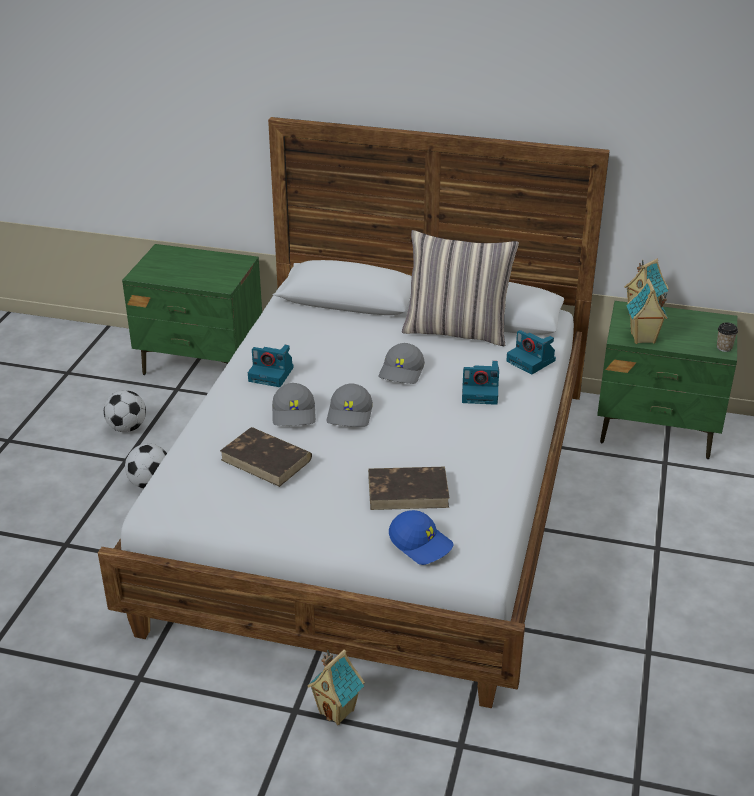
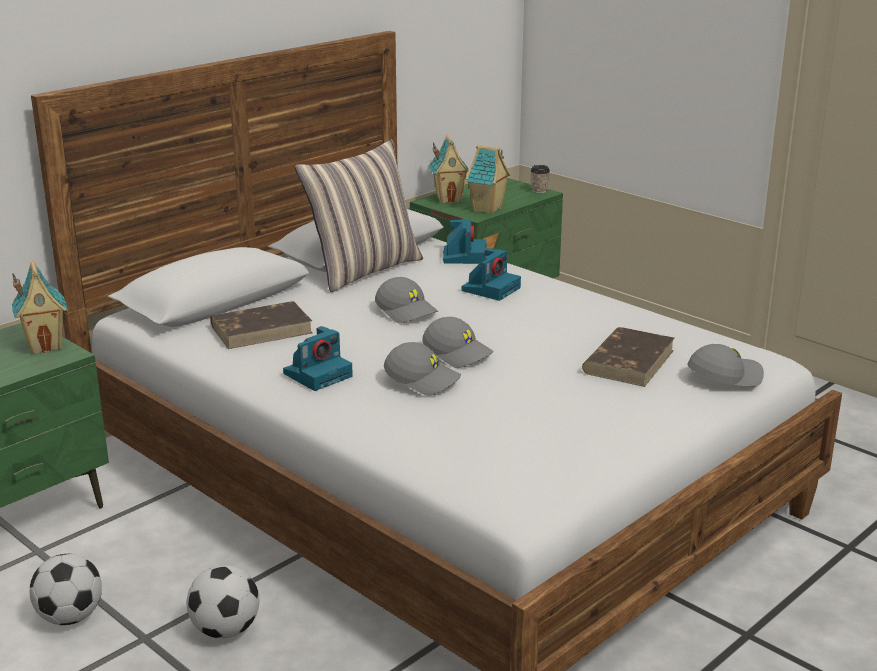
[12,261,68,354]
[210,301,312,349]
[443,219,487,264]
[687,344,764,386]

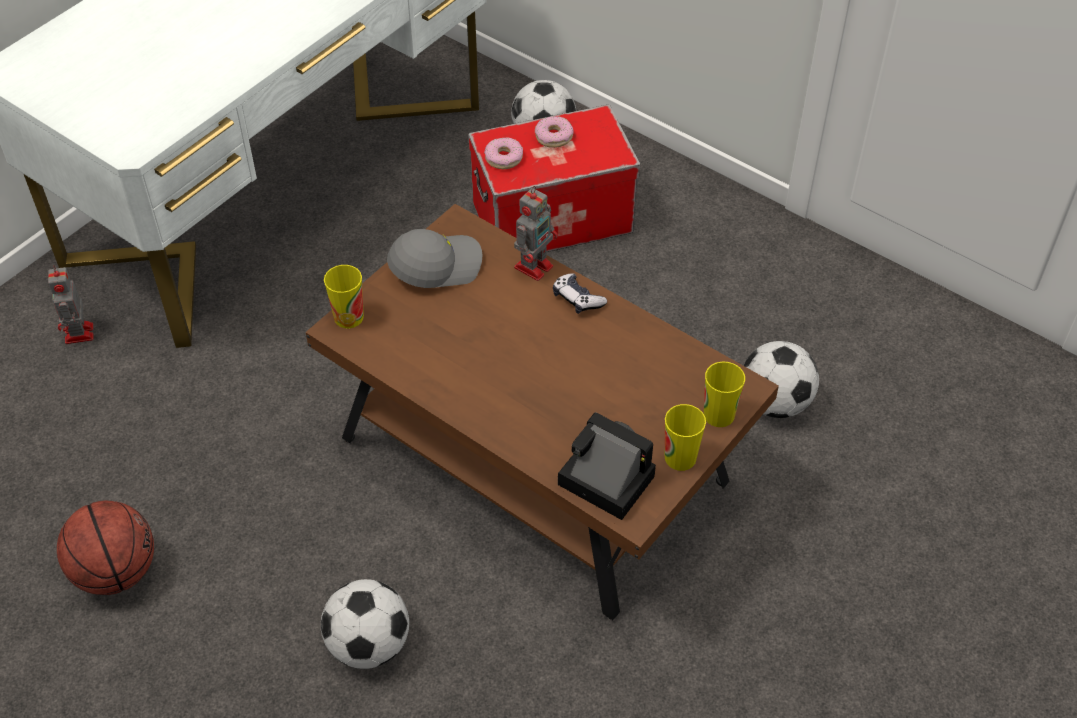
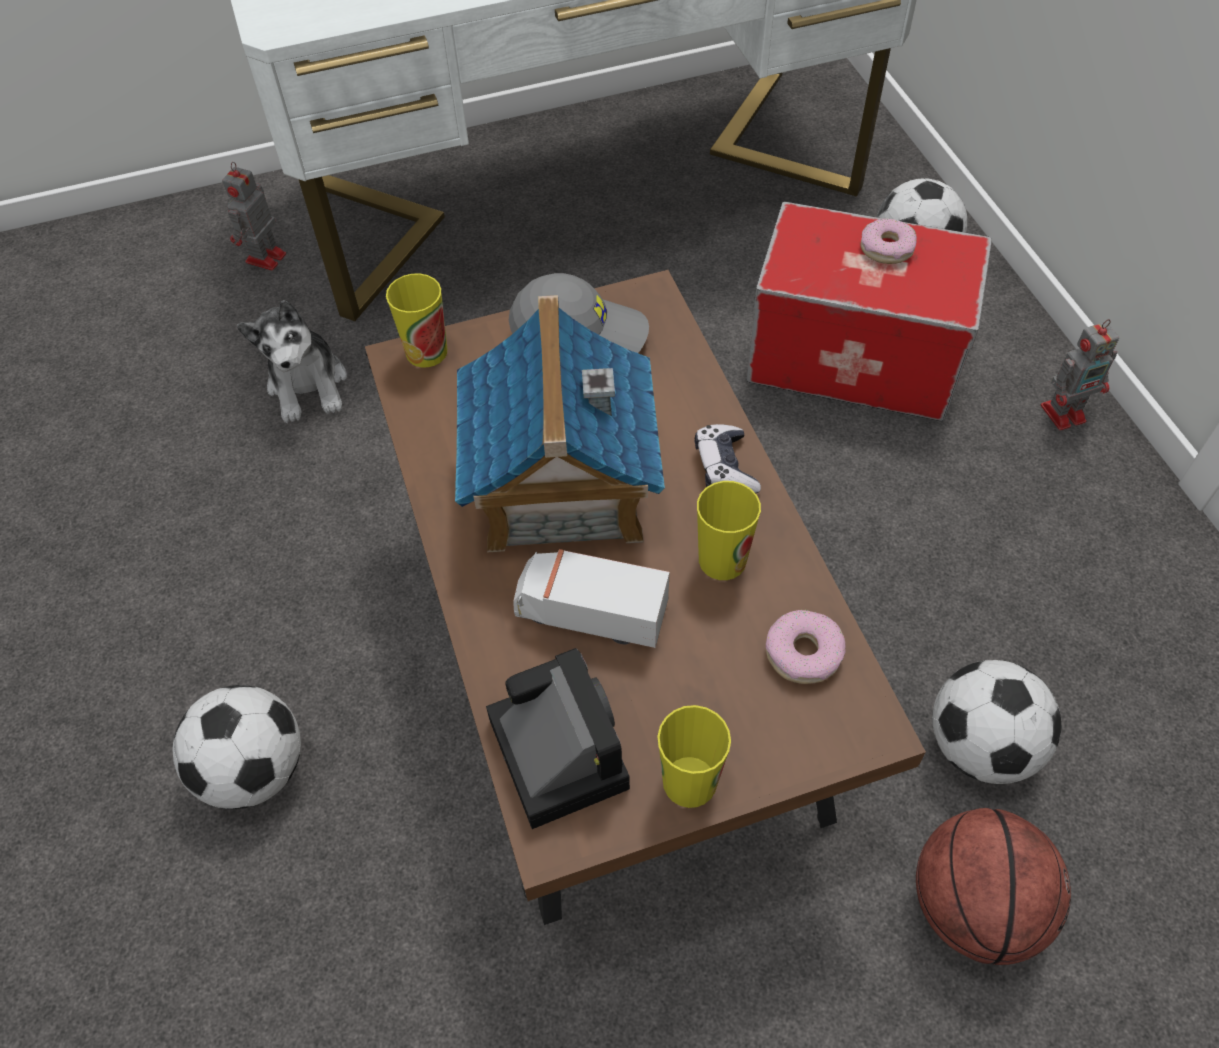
[237,300,347,423]
[455,295,665,552]
[513,549,670,648]
[697,481,761,580]
[766,610,846,684]
[916,808,1071,965]
[1041,319,1119,430]

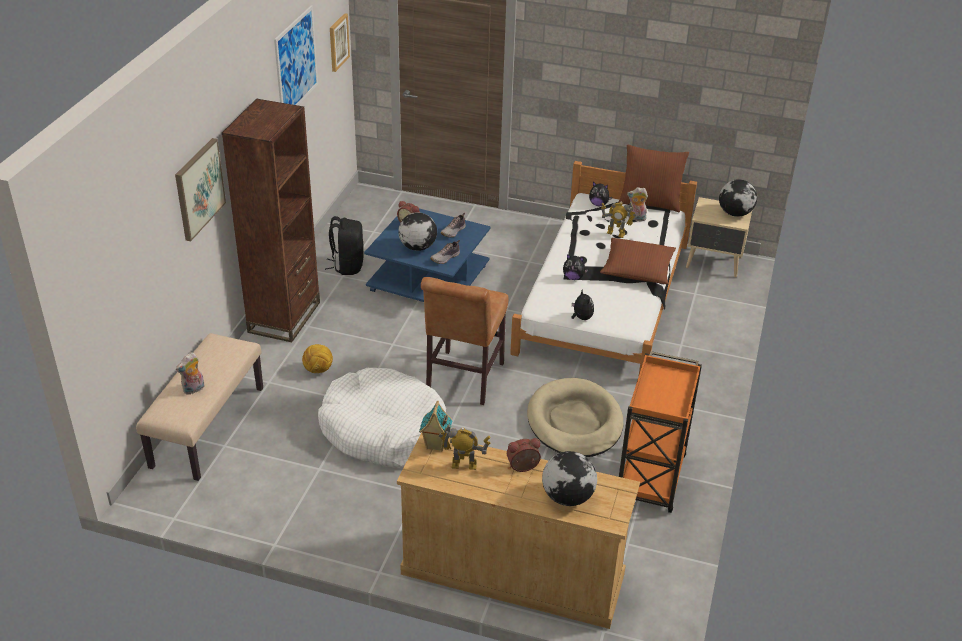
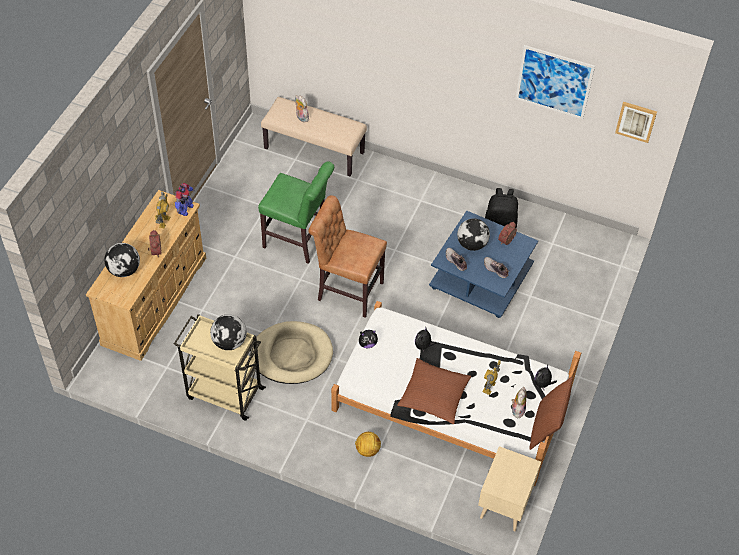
[174,314,266,421]
[175,183,195,216]
[210,314,247,350]
[258,161,334,264]
[355,432,381,457]
[175,138,226,241] (first image)
[222,99,320,342] (first image)

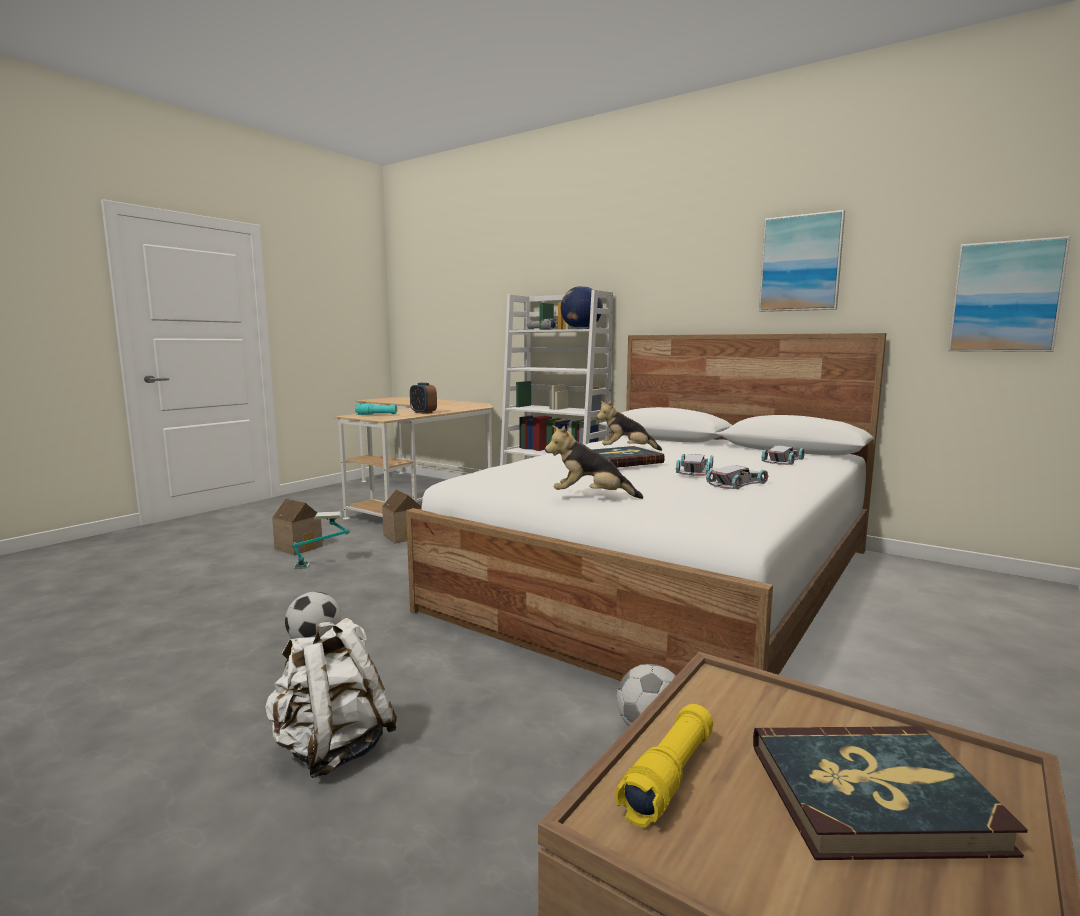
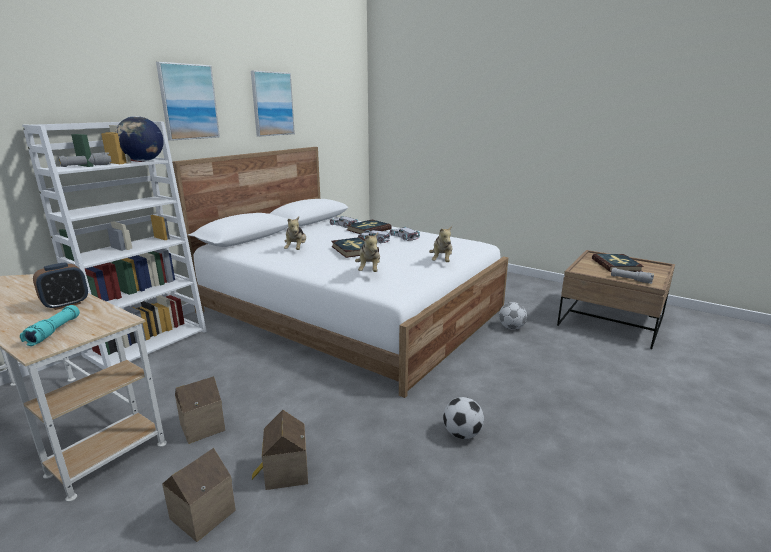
[156,62,220,141]
[252,410,308,490]
[346,220,392,234]
[355,233,380,272]
[611,268,654,284]
[265,618,397,778] (first image)

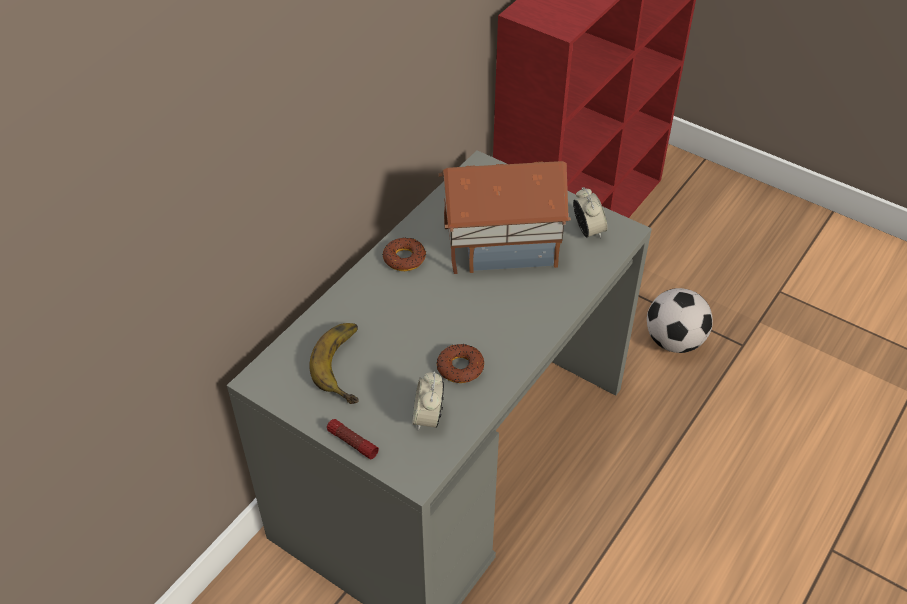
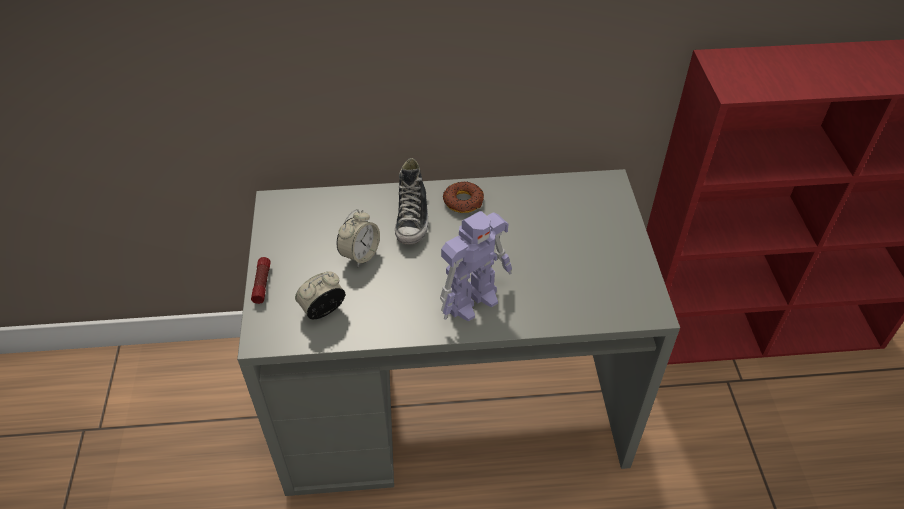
[337,209,380,267]
[395,158,428,245]
[440,211,512,322]
[309,323,359,404] (first image)
[437,344,484,383] (first image)
[439,161,571,274] (first image)
[647,288,713,353] (first image)

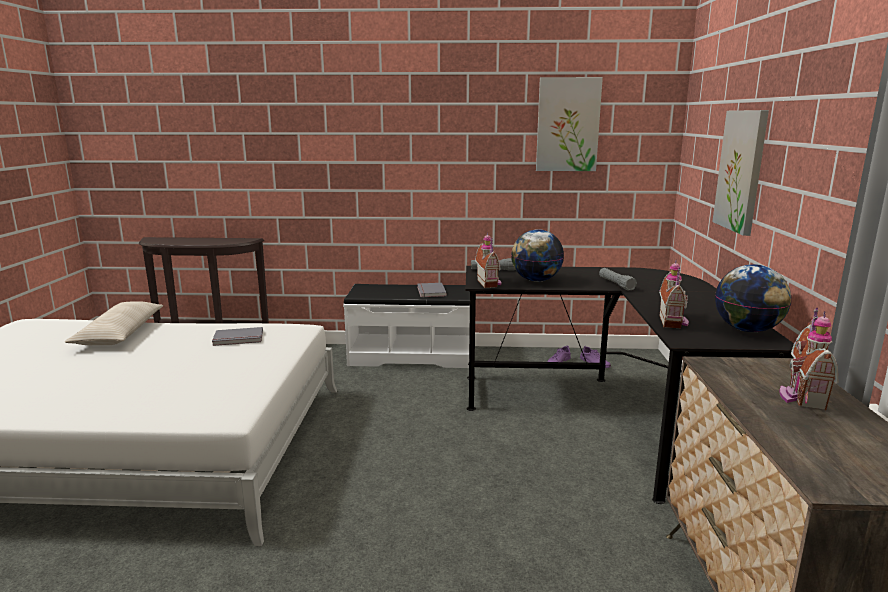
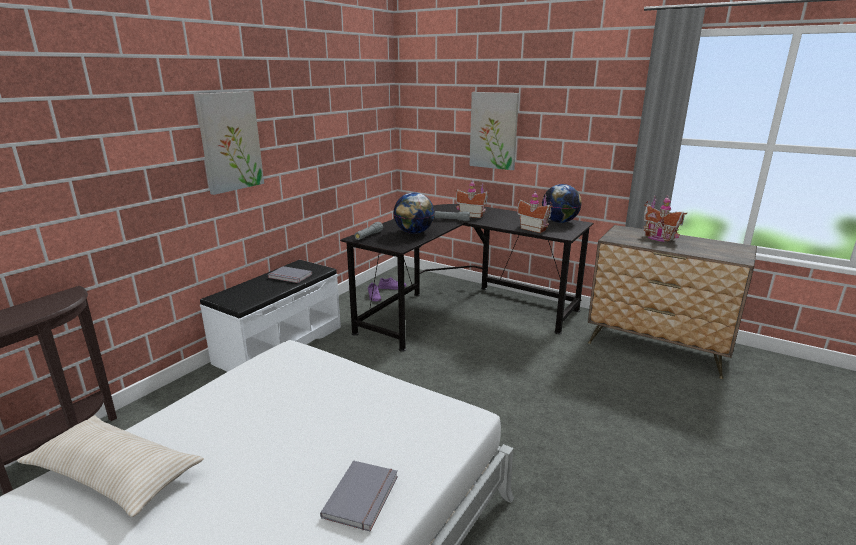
[195,91,264,195]
[320,460,398,531]
[454,180,490,218]

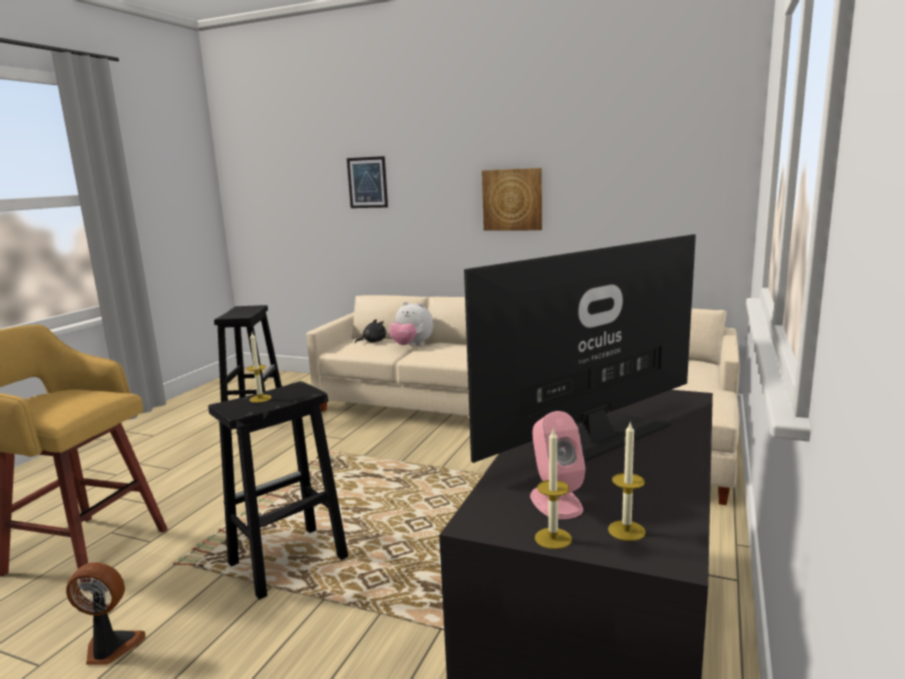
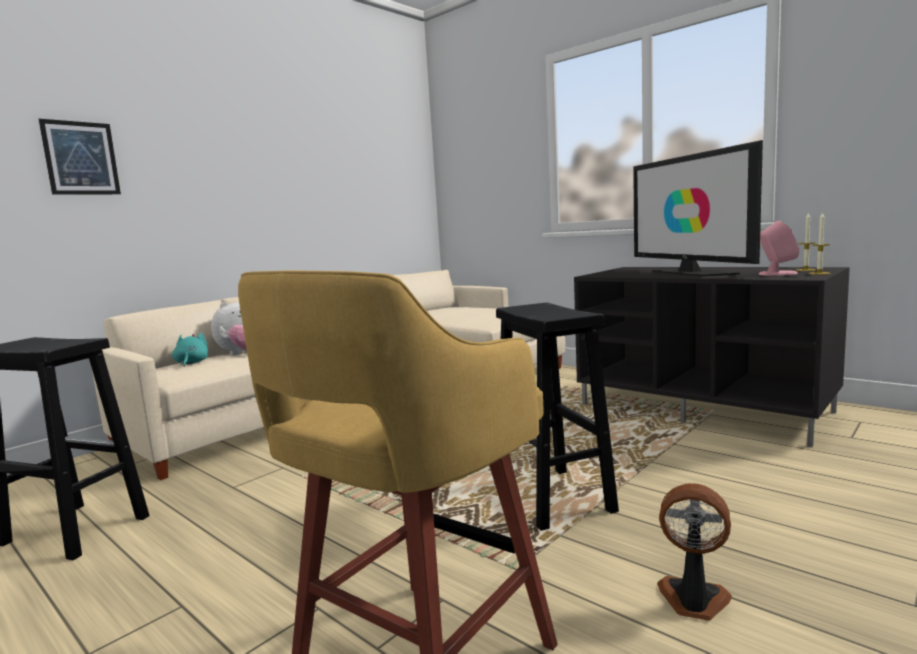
[172,333,208,367]
[657,483,732,621]
[247,333,271,403] (first image)
[482,168,542,231] (first image)

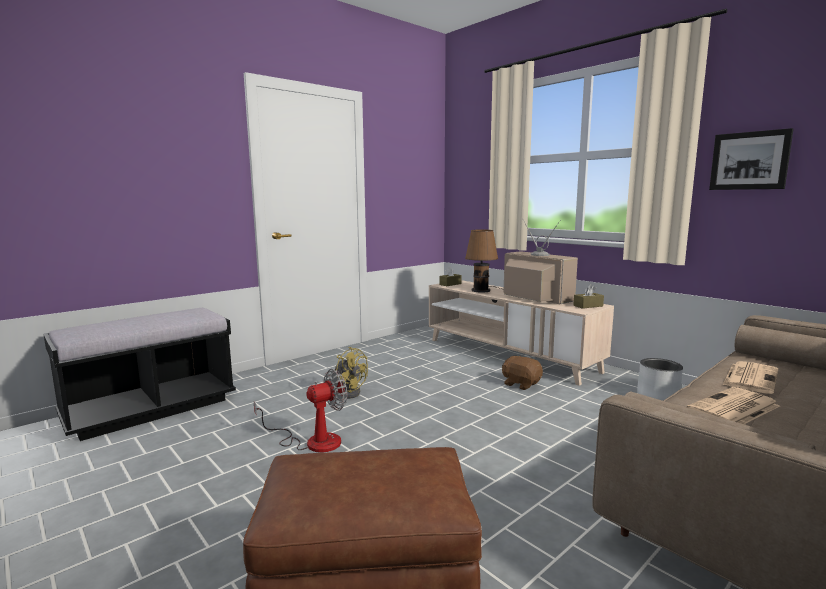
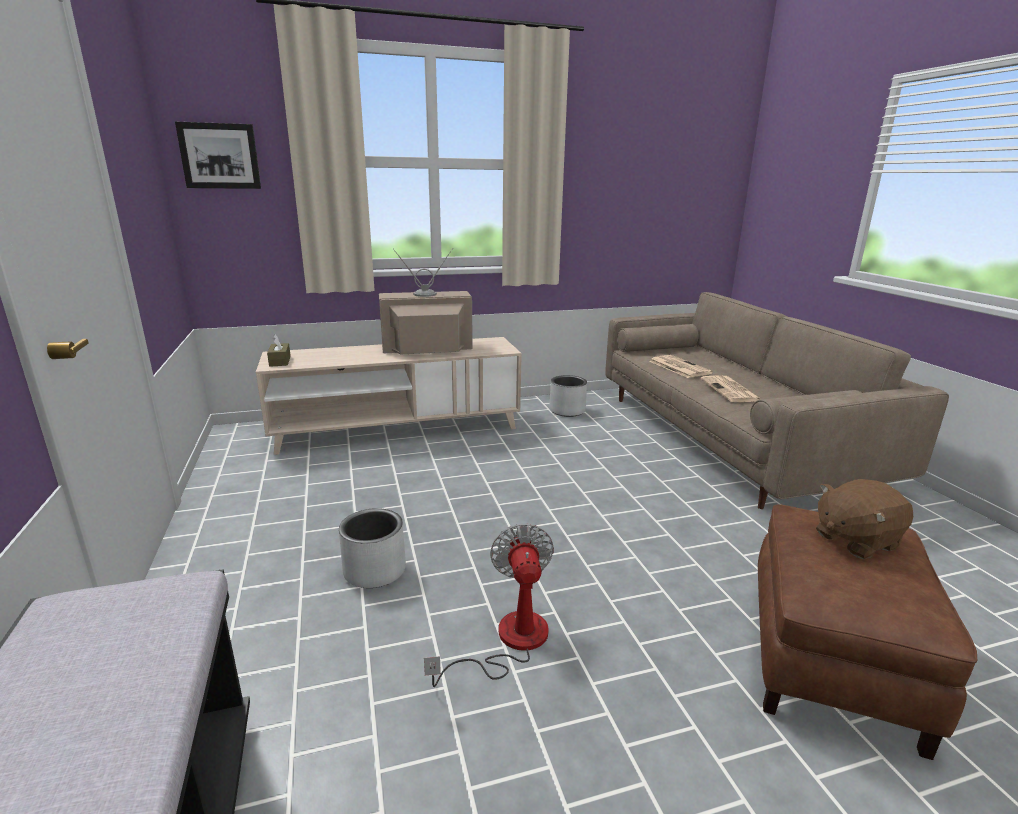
[175,121,261,189]
[339,508,406,588]
[816,479,913,559]
[465,230,502,292] (first image)
[573,284,604,309] (first image)

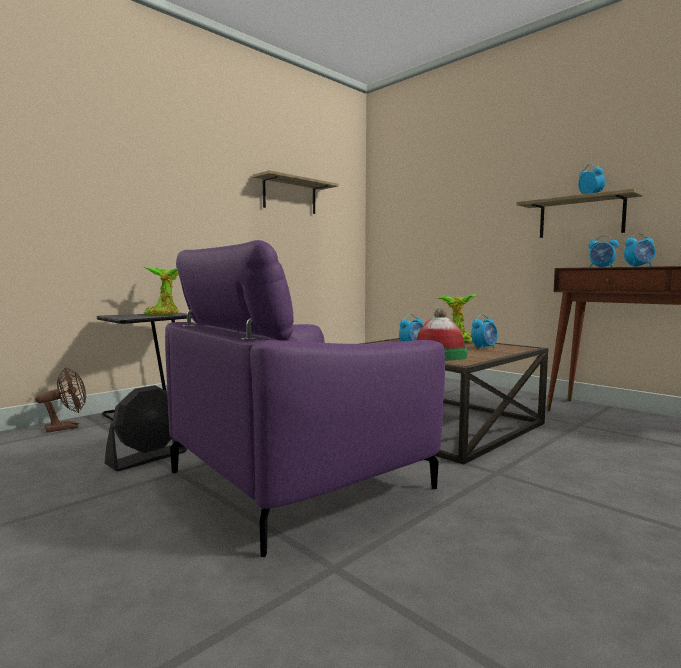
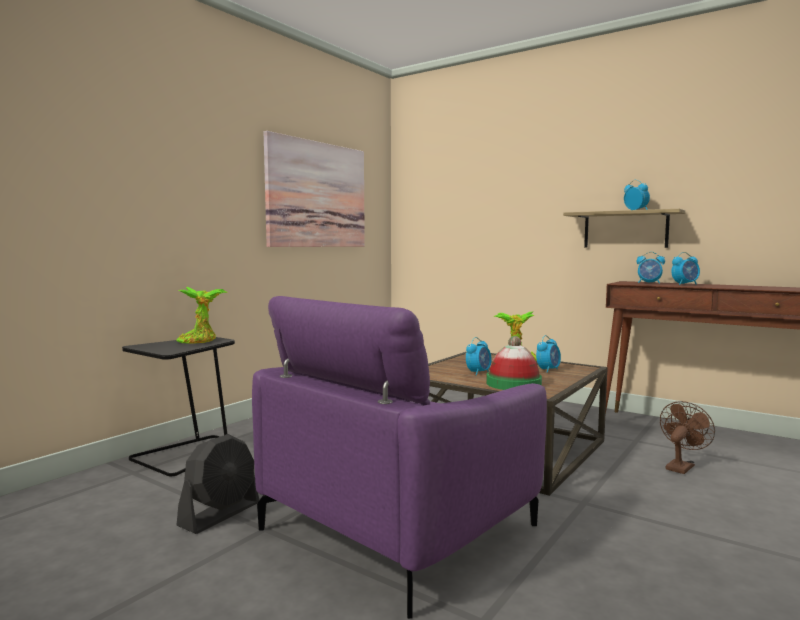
[264,131,365,247]
[660,401,715,474]

